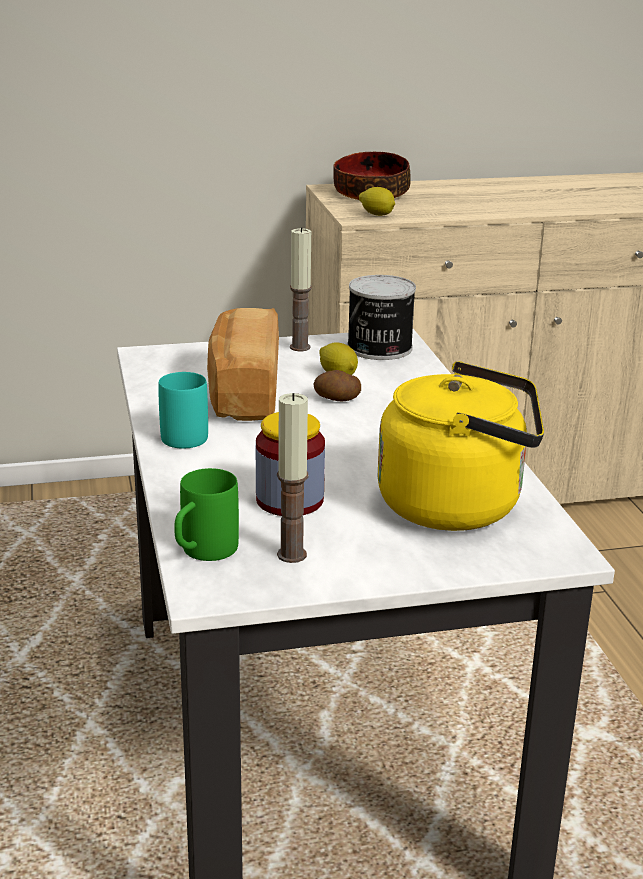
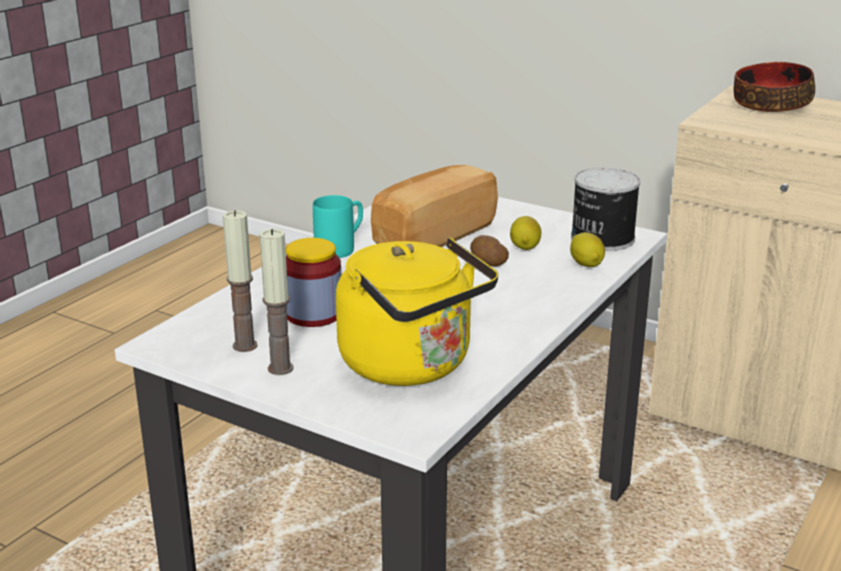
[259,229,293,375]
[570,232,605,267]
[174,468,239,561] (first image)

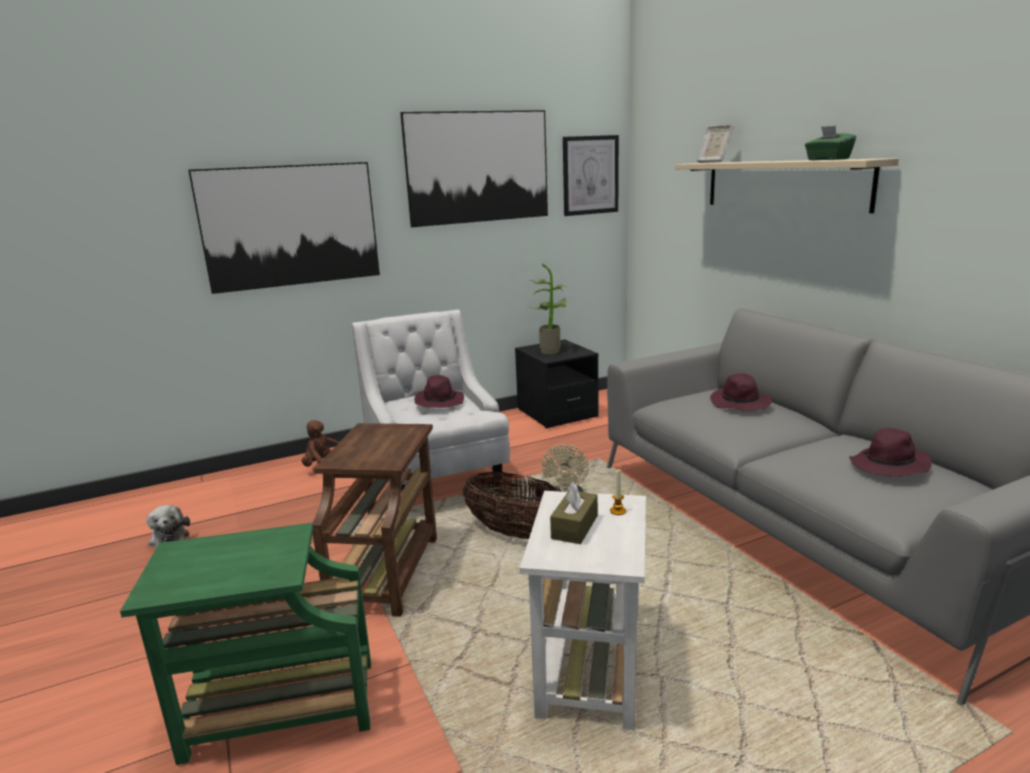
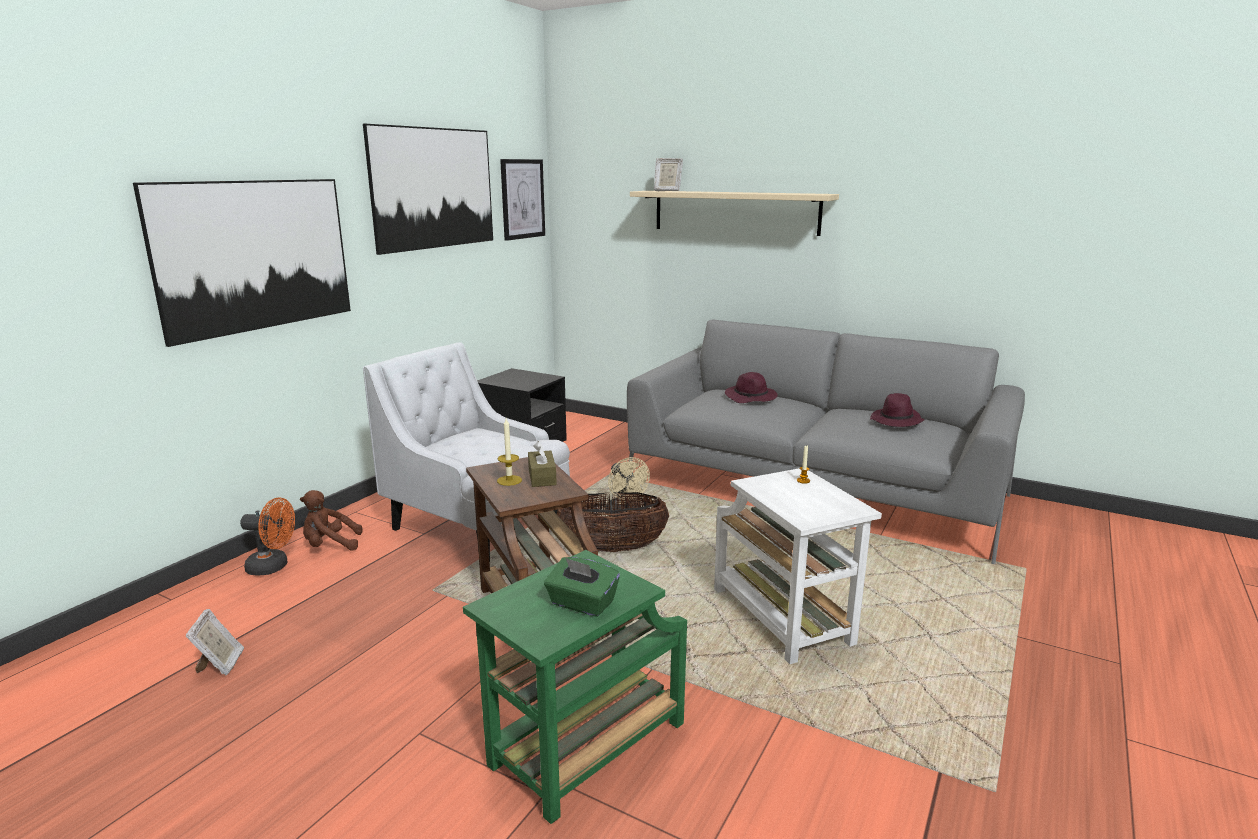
[186,609,244,676]
[240,497,295,575]
[497,419,522,486]
[528,441,557,487]
[544,557,620,617]
[414,375,464,408] (first image)
[526,263,567,354] (first image)

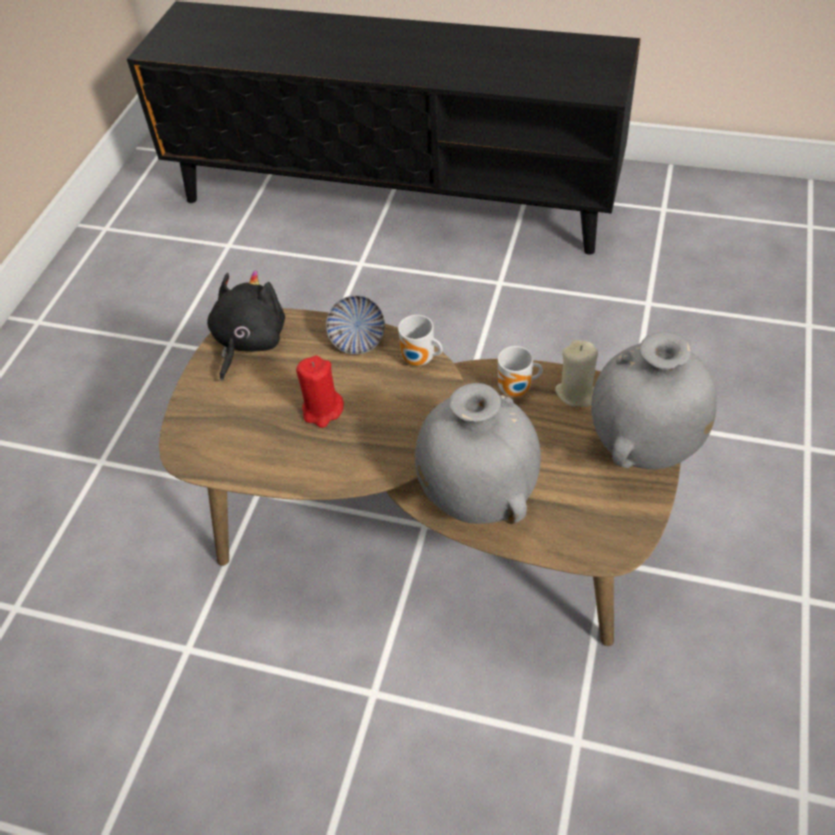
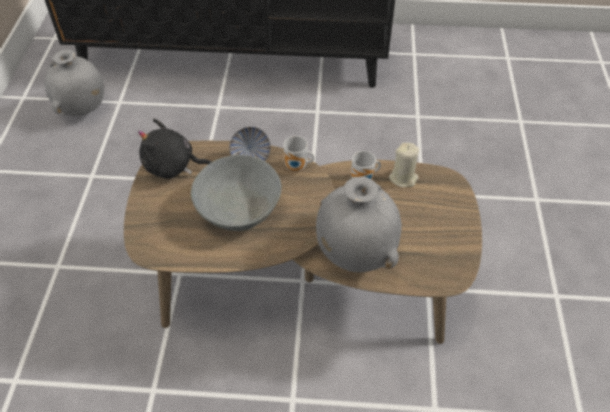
[45,49,104,116]
[138,119,211,179]
[191,155,282,231]

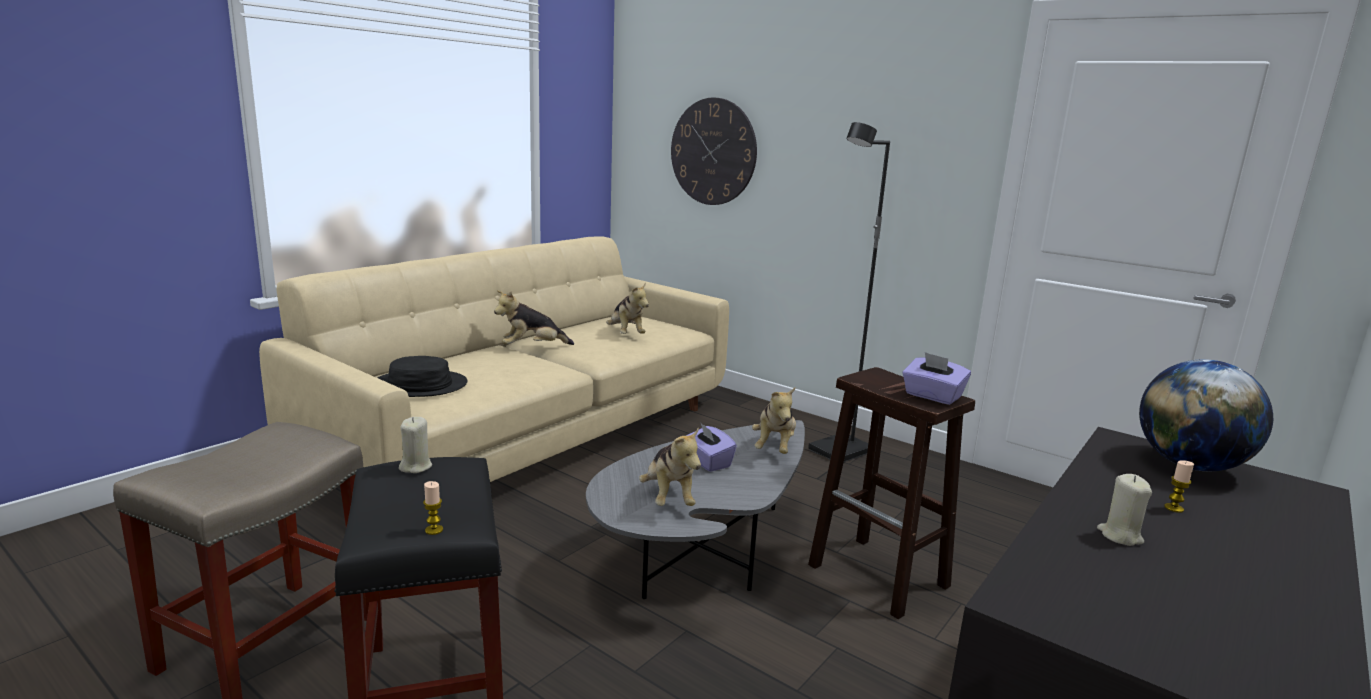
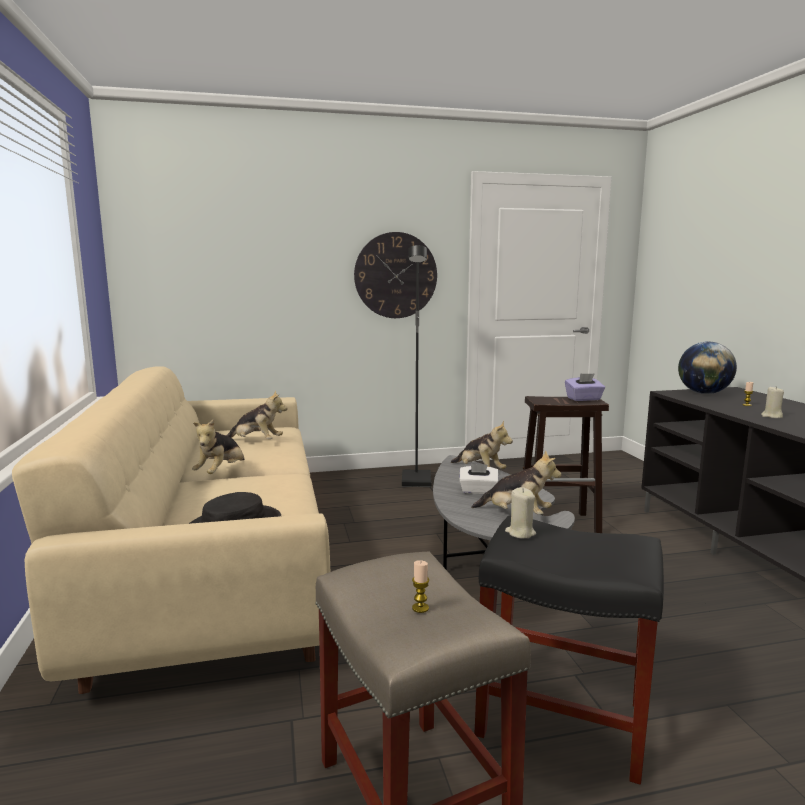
[354,232,437,318]
[412,560,429,613]
[459,464,498,494]

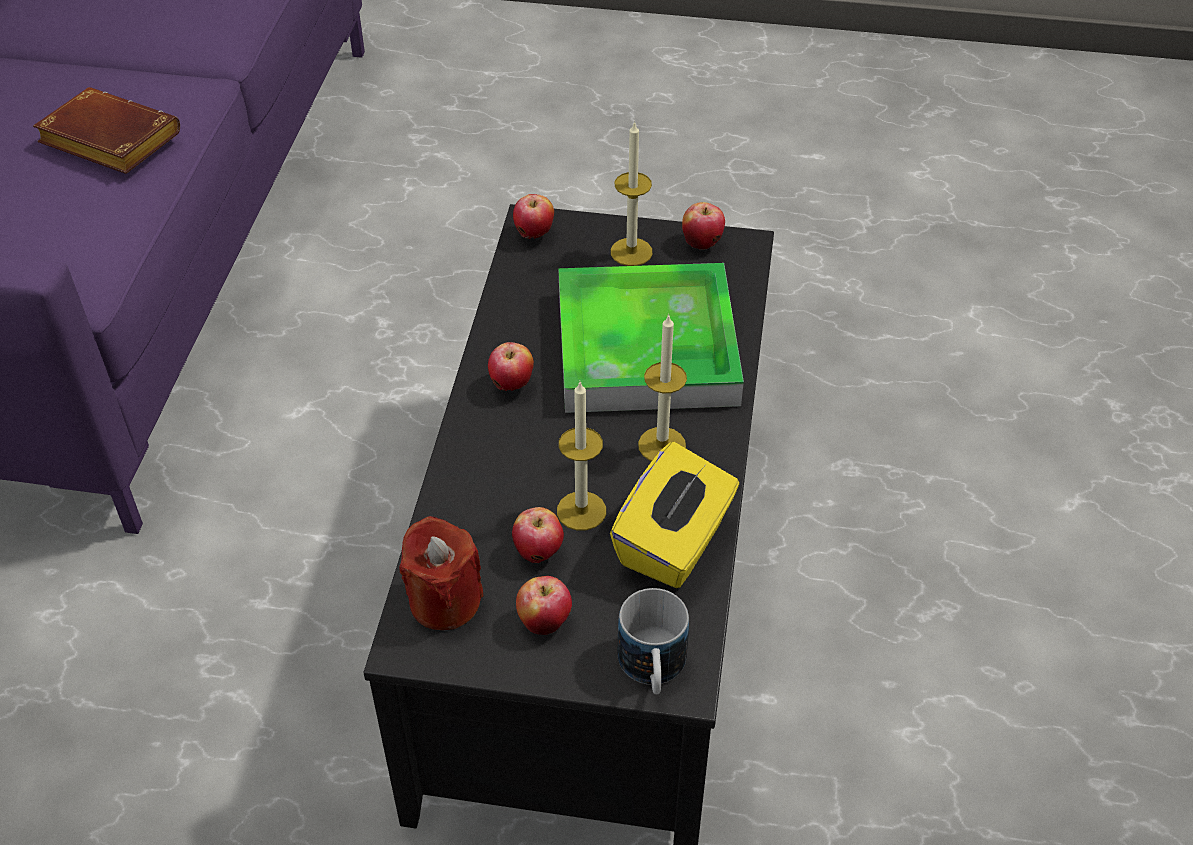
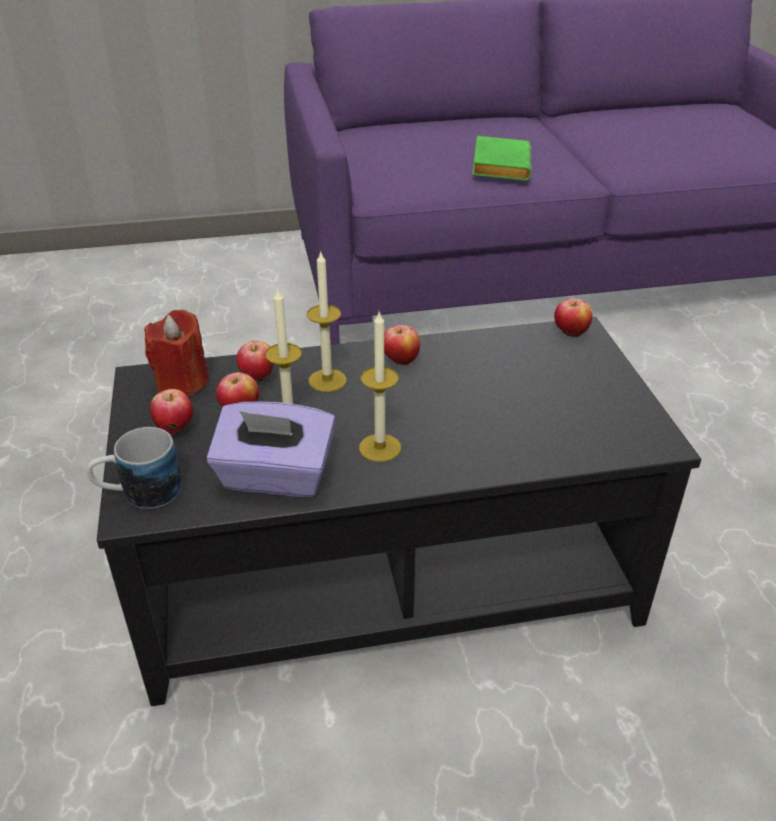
[207,401,336,497]
[237,341,274,381]
[307,250,347,392]
[472,136,532,181]
[559,263,744,413] (first image)

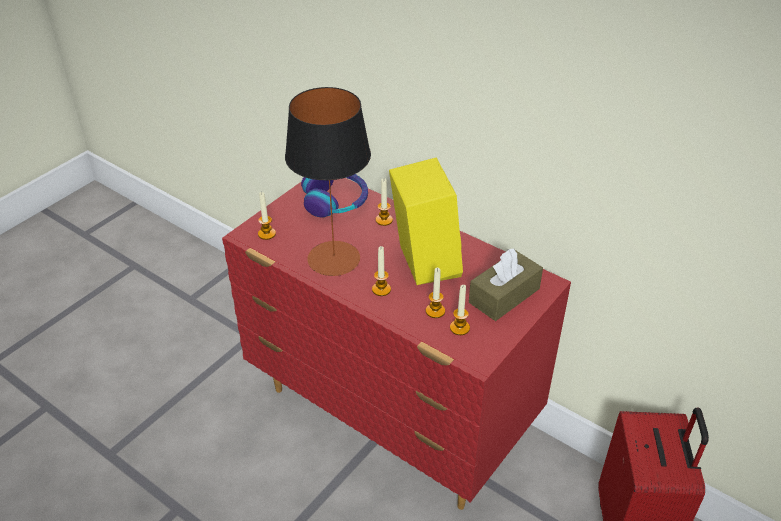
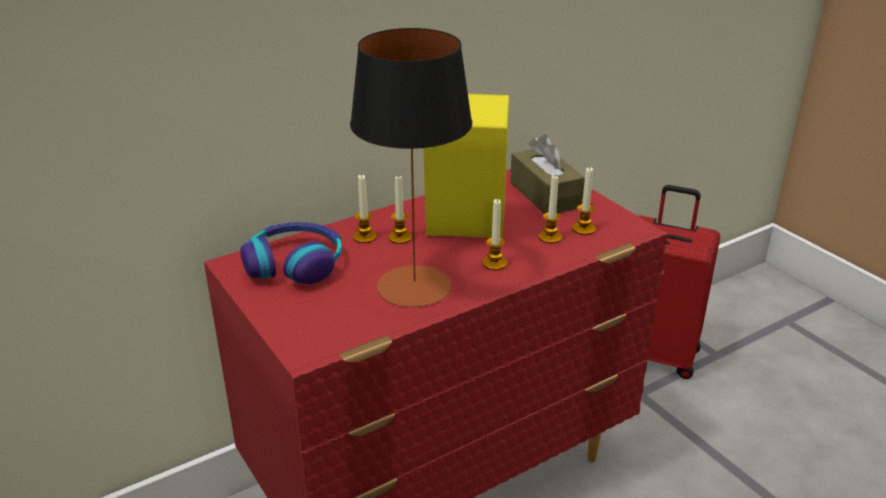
[388,175,412,244]

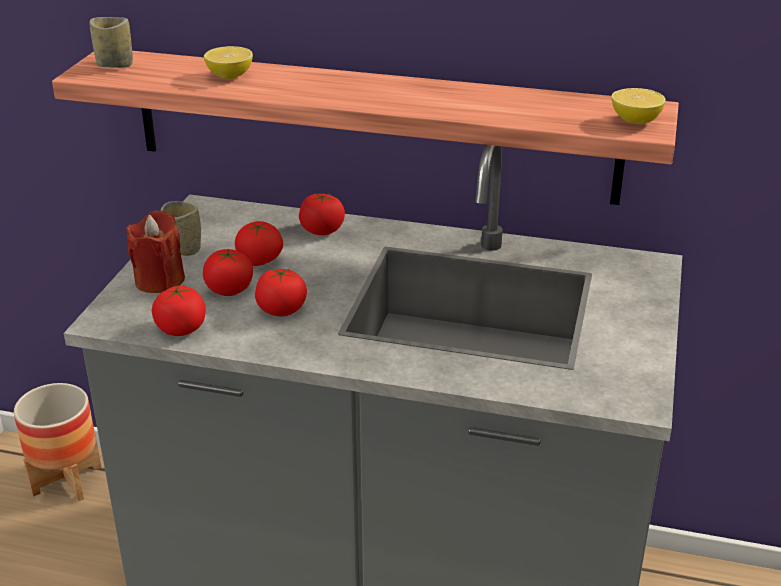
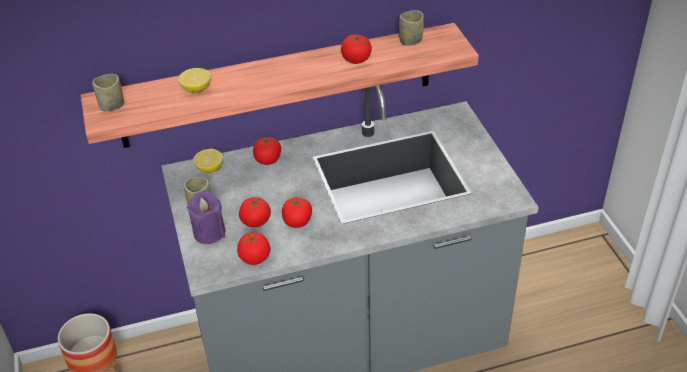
[187,191,225,244]
[193,149,223,173]
[341,34,372,64]
[399,10,424,46]

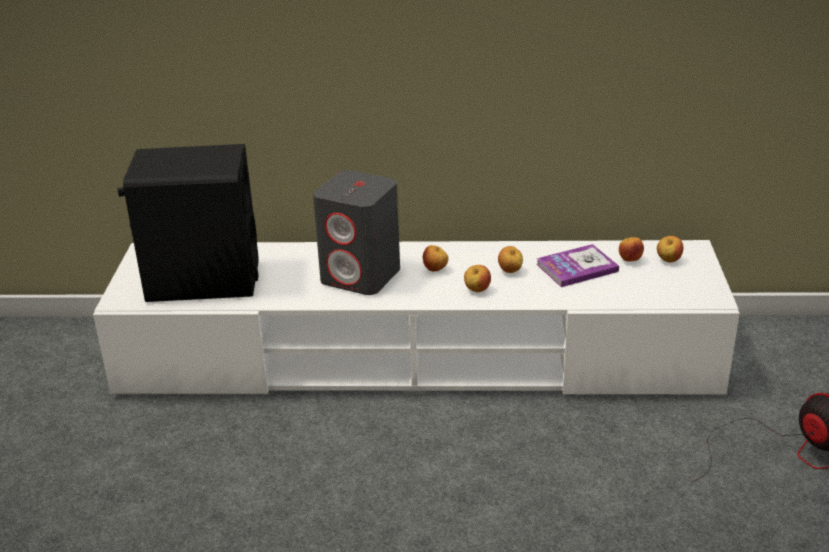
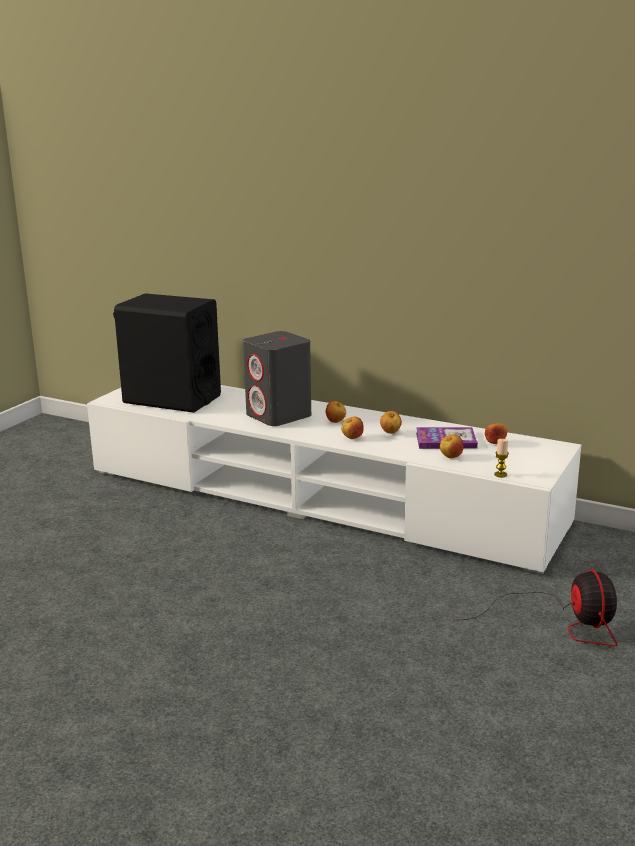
[440,434,463,458]
[494,439,509,478]

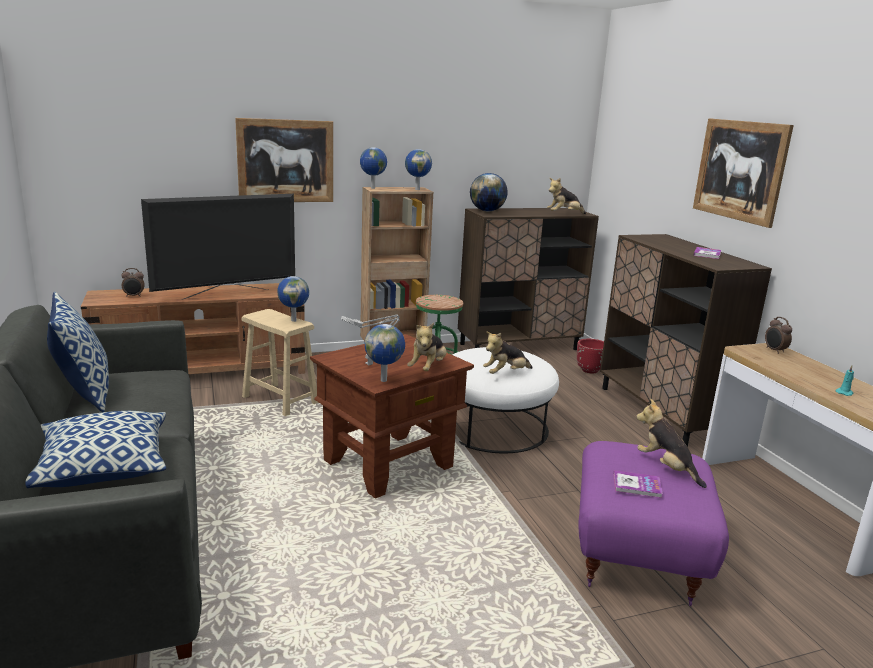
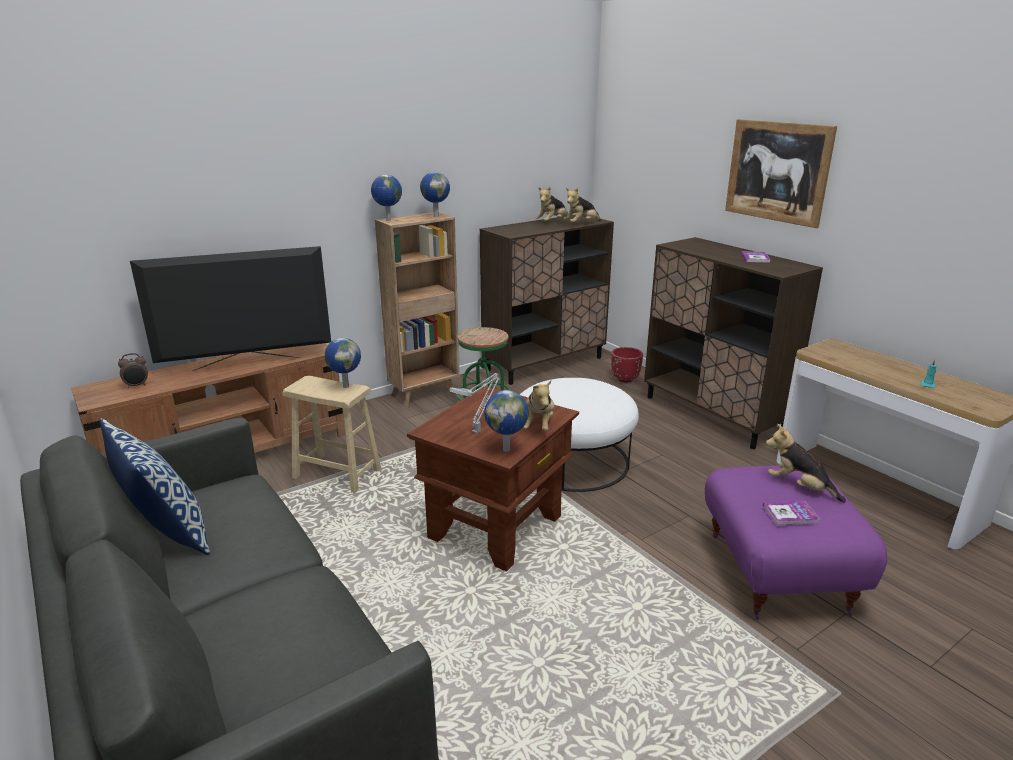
[130,246,331,371]
[536,186,568,221]
[26,411,166,488] (first image)
[235,118,333,202] (first image)
[470,173,508,211] (first image)
[765,317,792,354] (first image)

